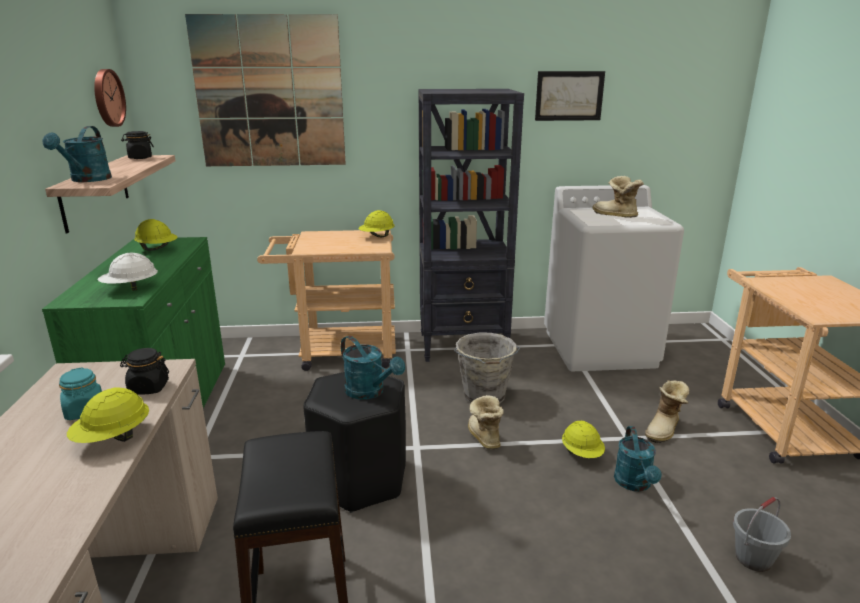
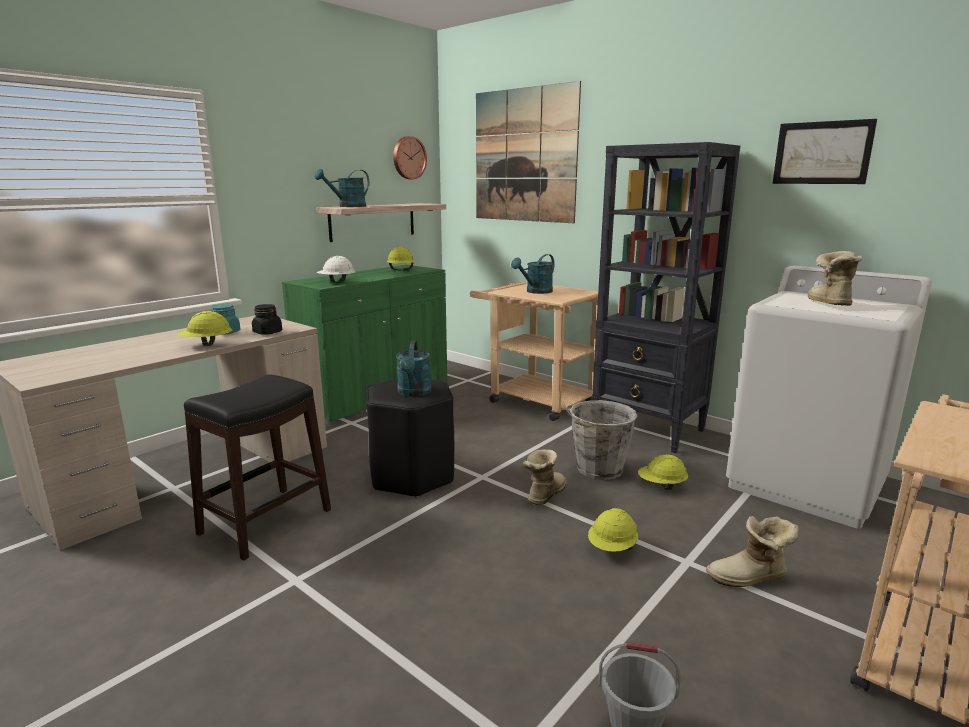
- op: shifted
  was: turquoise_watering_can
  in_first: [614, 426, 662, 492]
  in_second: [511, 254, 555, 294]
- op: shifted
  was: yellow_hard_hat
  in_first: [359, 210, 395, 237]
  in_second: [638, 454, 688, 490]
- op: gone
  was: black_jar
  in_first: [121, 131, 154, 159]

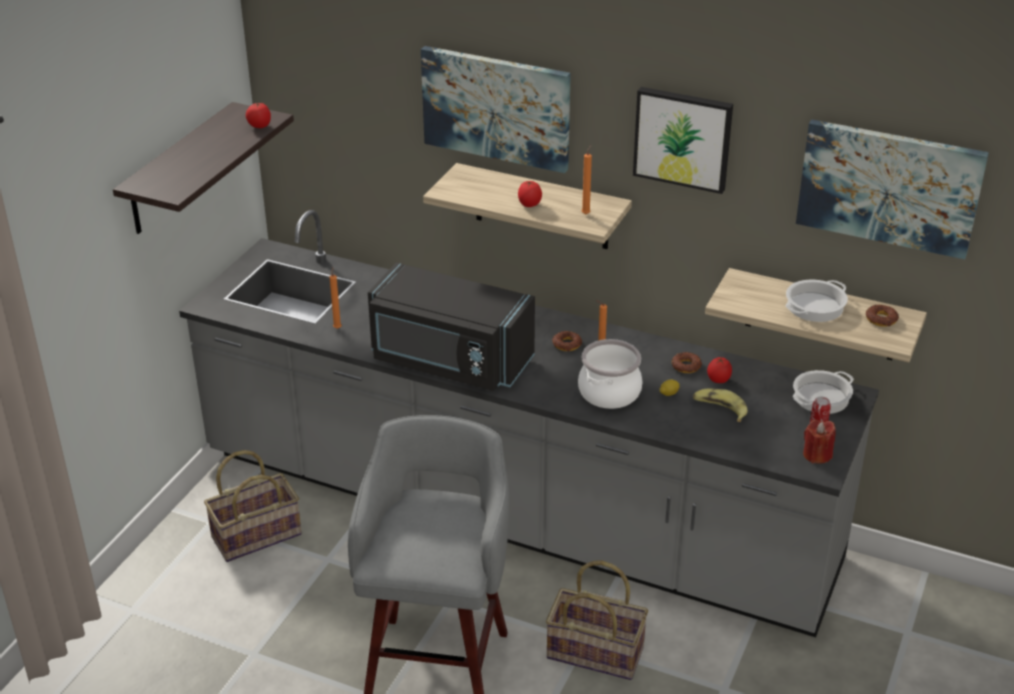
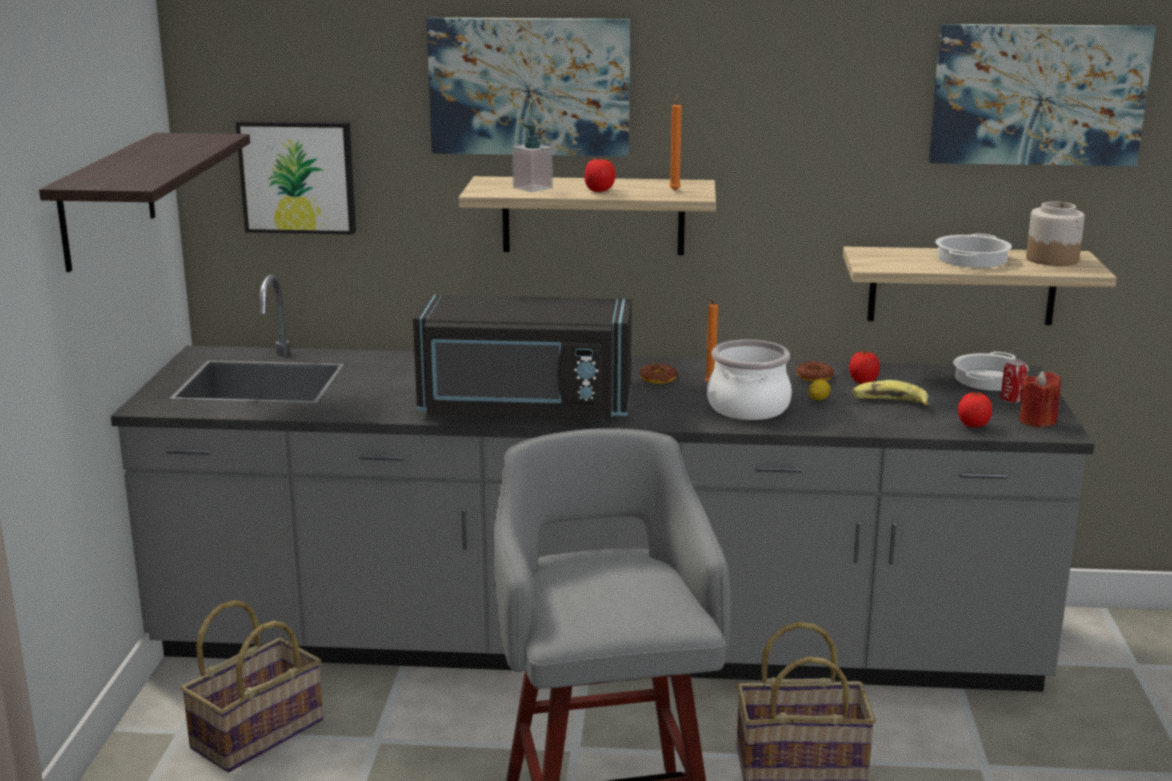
- op: shifted
  was: picture
  in_first: [633, 87, 733, 194]
  in_second: [236, 120, 356, 234]
- op: new
  now: soap_dispenser
  in_second: [512, 123, 553, 192]
- op: shifted
  was: tomato
  in_first: [246, 103, 271, 128]
  in_second: [958, 392, 992, 427]
- op: swapped
  was: donut
  now: jar
  in_first: [866, 305, 899, 327]
  in_second: [1026, 201, 1085, 266]
- op: gone
  was: orange_candle
  in_first: [330, 267, 342, 329]

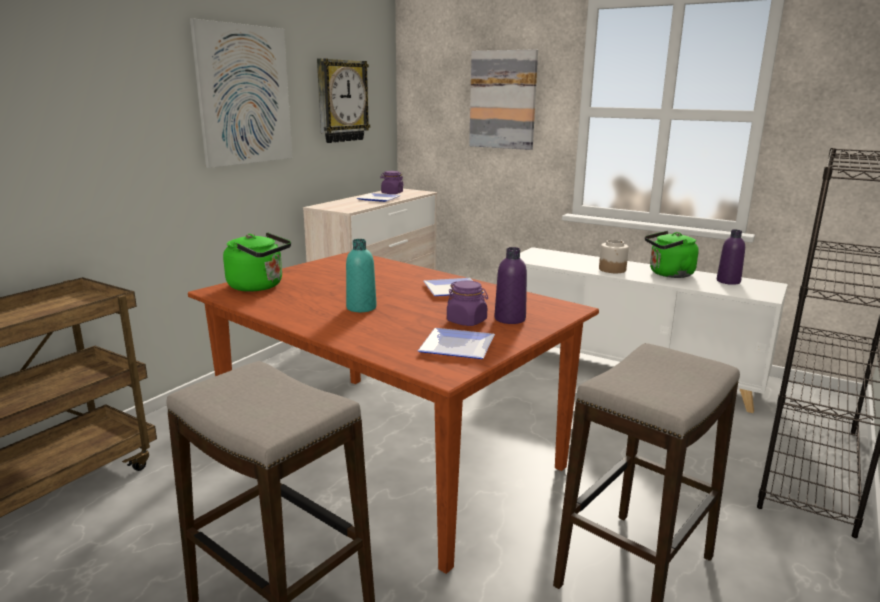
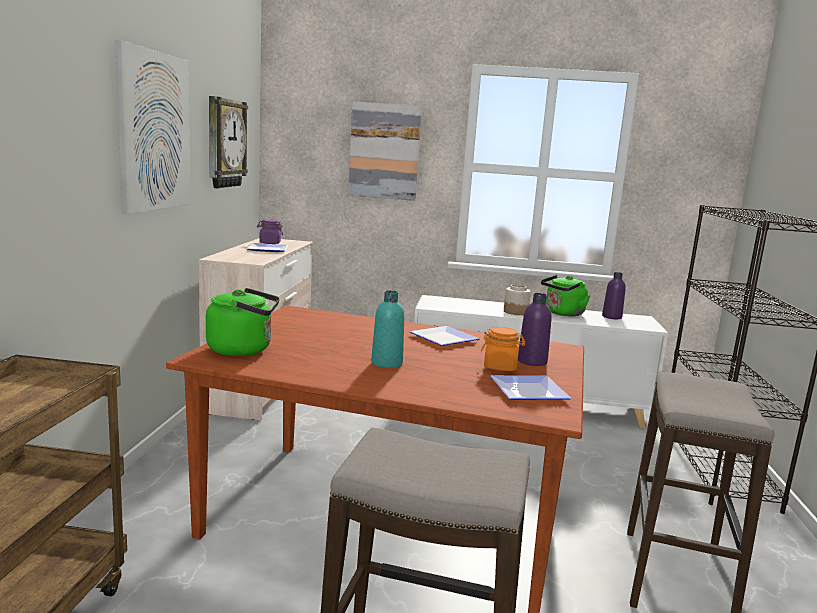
- op: repainted
  was: purple_jar
  now: orange_jar
  in_first: [447, 281, 488, 326]
  in_second: [481, 327, 525, 371]

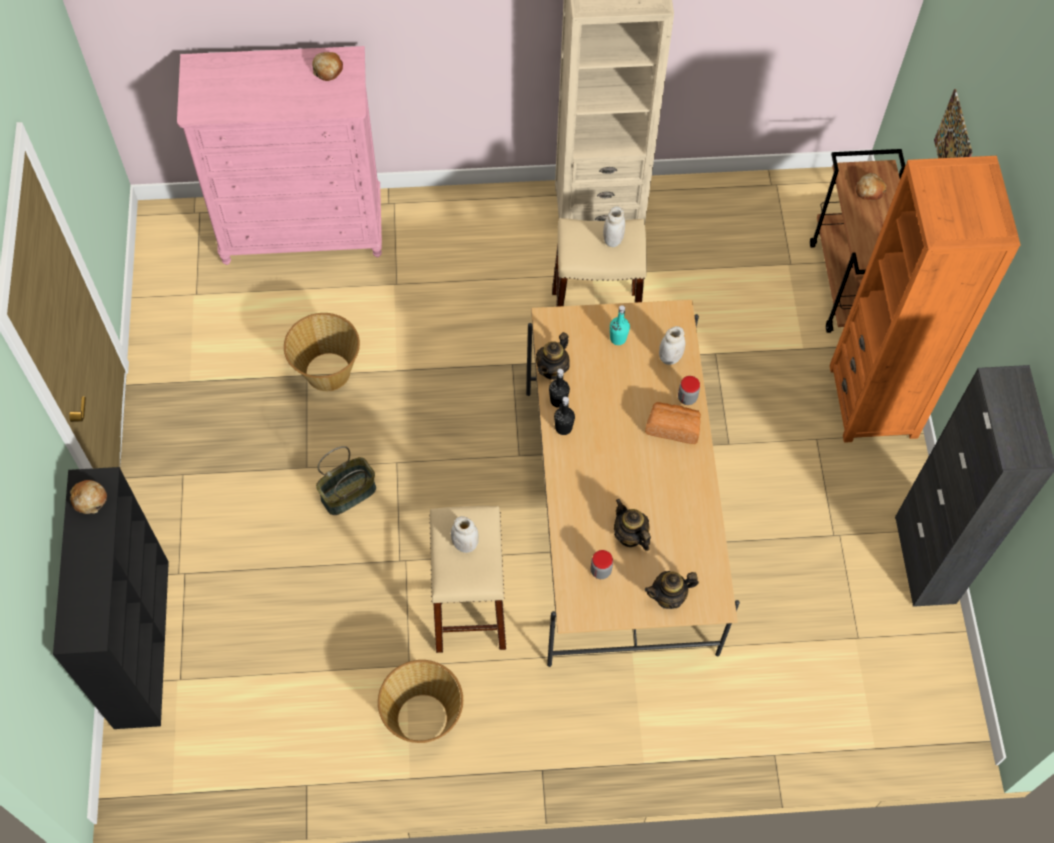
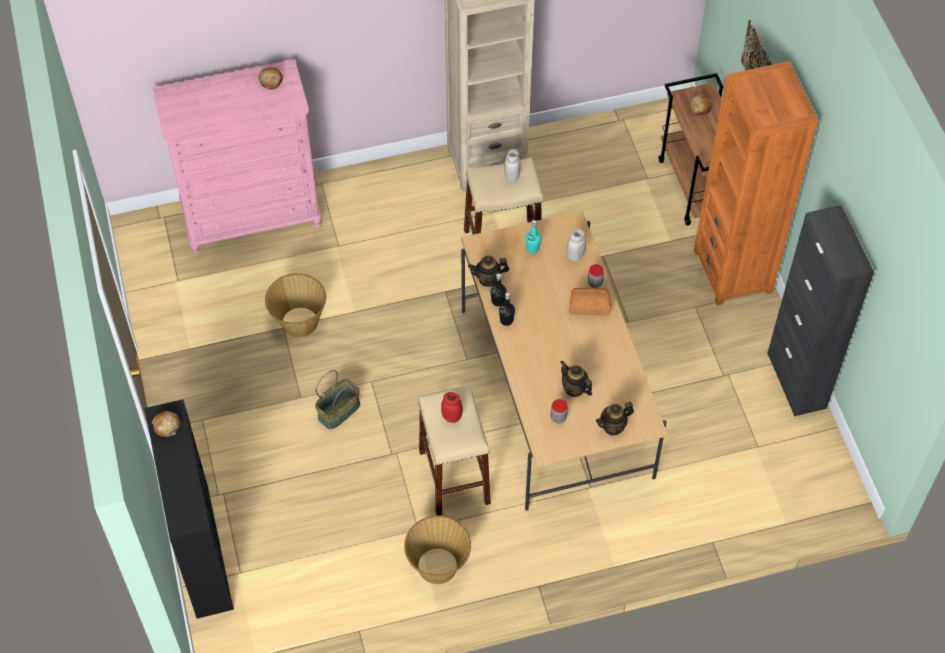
- op: repainted
  was: white_jar
  now: red_jar
  in_first: [451, 516, 479, 553]
  in_second: [441, 392, 462, 423]
- op: rotated
  was: teapot
  in_first: [536, 332, 570, 380]
  in_second: [468, 256, 509, 287]
  clockwise: 60

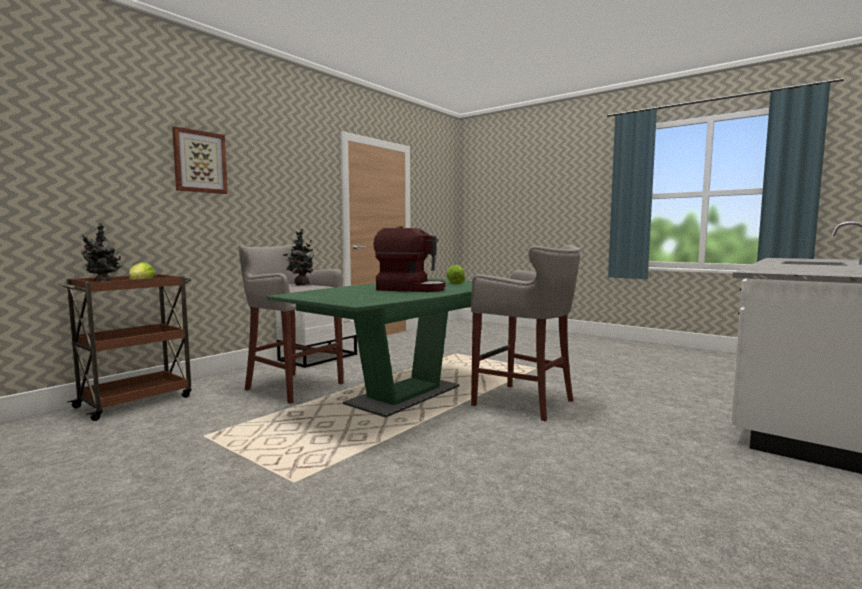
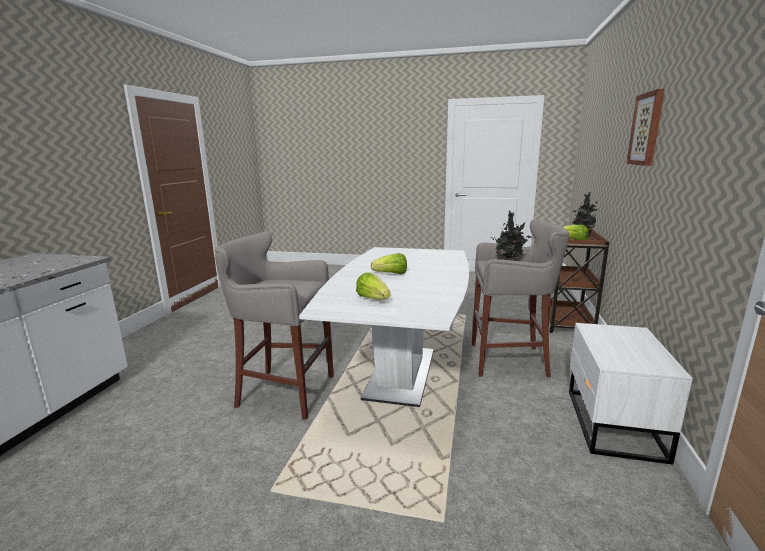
- op: repainted
  was: green_dining_table
  now: white_dining_table
  in_first: [267, 278, 472, 418]
  in_second: [299, 247, 469, 407]
- op: swapped
  was: coffee_machine
  now: lettuce
  in_first: [373, 227, 445, 292]
  in_second: [371, 253, 407, 274]

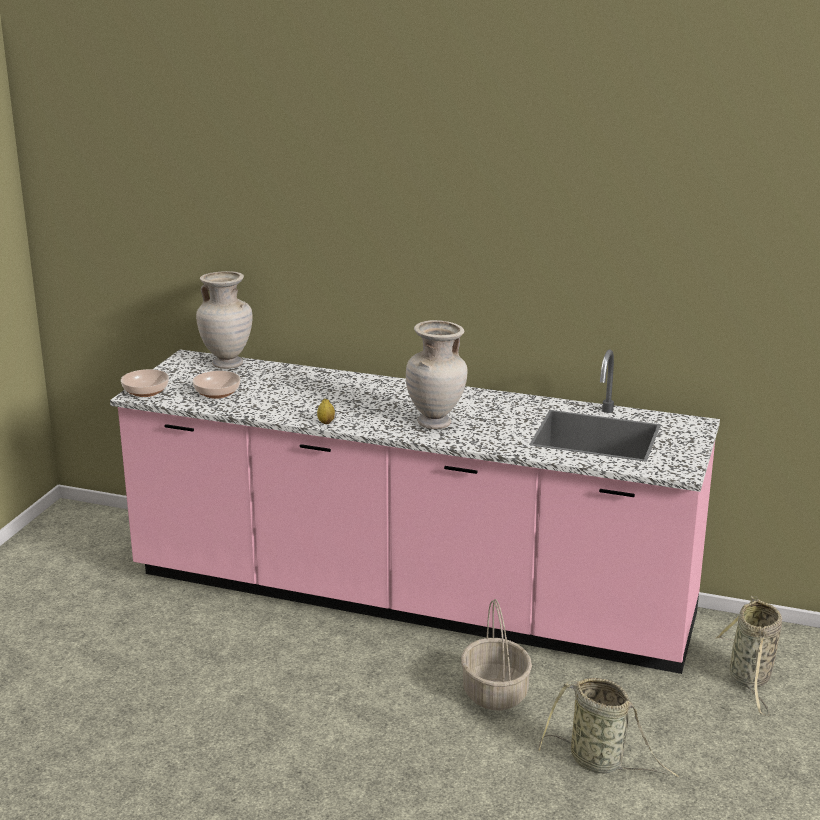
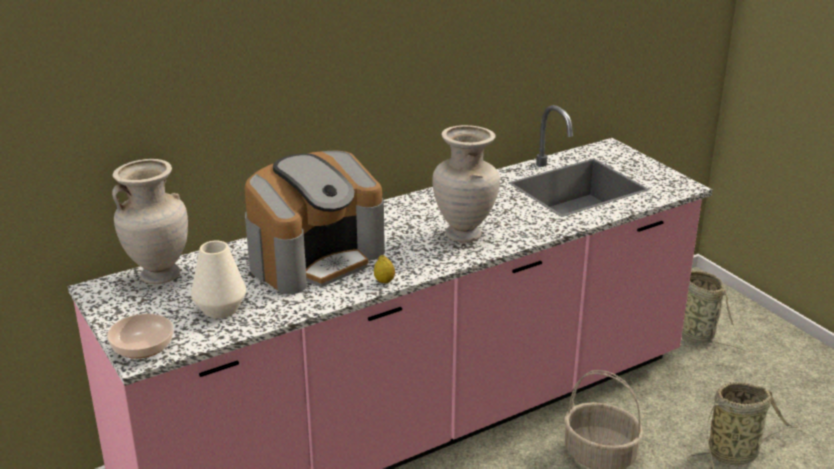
- op: swapped
  was: bowl
  now: white_vase
  in_first: [193, 371, 240, 399]
  in_second: [191, 241, 246, 318]
- op: new
  now: coffee_machine
  in_second: [244, 151, 385, 294]

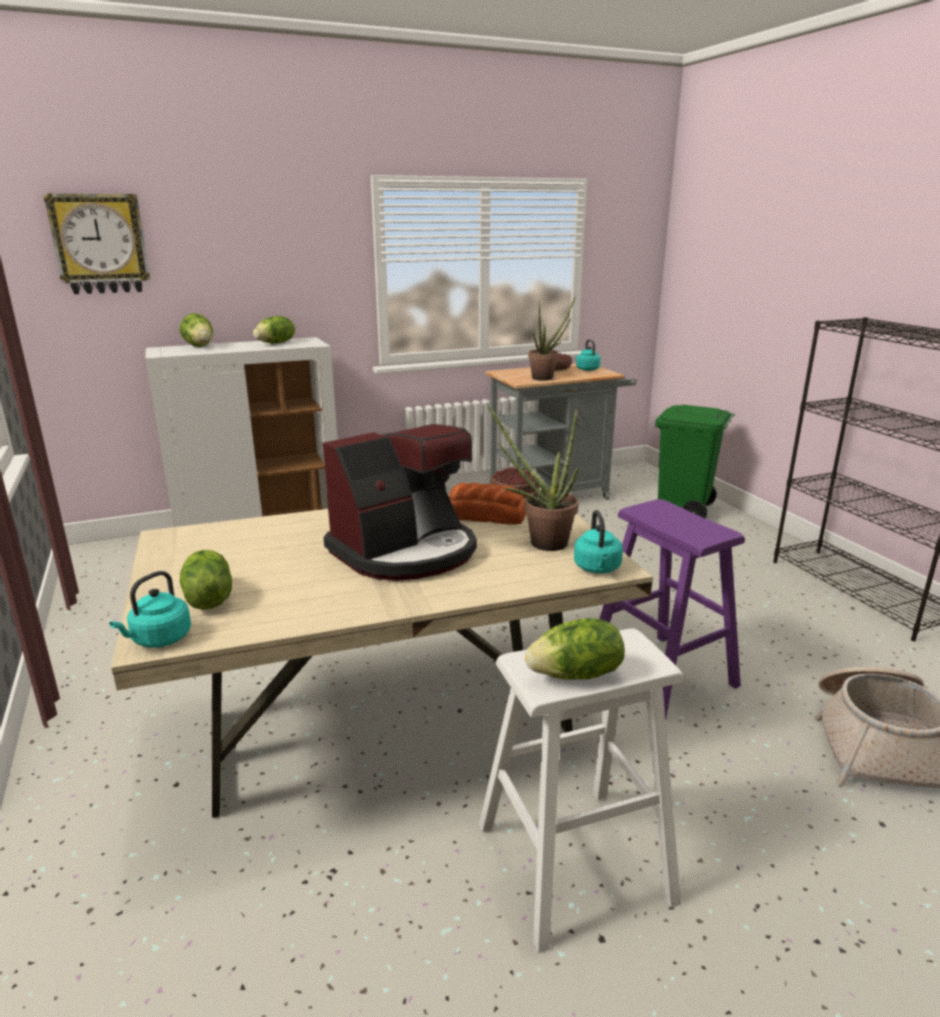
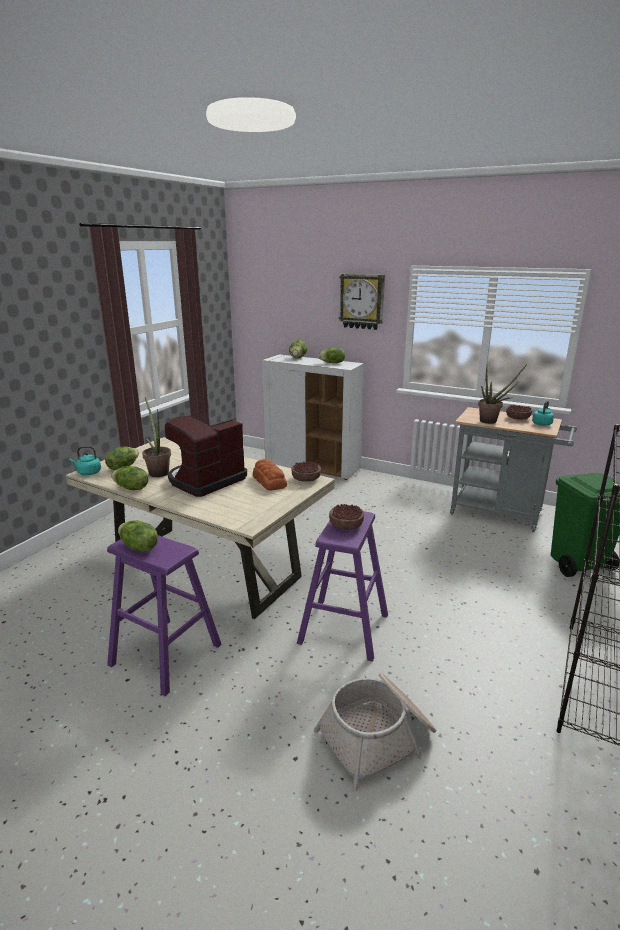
- op: repainted
  was: white_stool
  now: purple_stool
  in_first: [479, 628, 683, 953]
  in_second: [107, 535, 222, 696]
- op: new
  now: lettuce
  in_second: [111, 466, 148, 490]
- op: shifted
  was: potted_plant
  in_first: [487, 405, 579, 551]
  in_second: [142, 397, 171, 477]
- op: rotated
  was: coffee_machine
  in_first: [323, 424, 477, 581]
  in_second: [165, 416, 247, 497]
  clockwise: 120
- op: new
  now: bowl
  in_second: [329, 504, 364, 530]
- op: shifted
  was: wall_clock
  in_first: [44, 193, 150, 294]
  in_second: [339, 274, 385, 330]
- op: gone
  was: turquoise_kettle
  in_first: [574, 510, 623, 574]

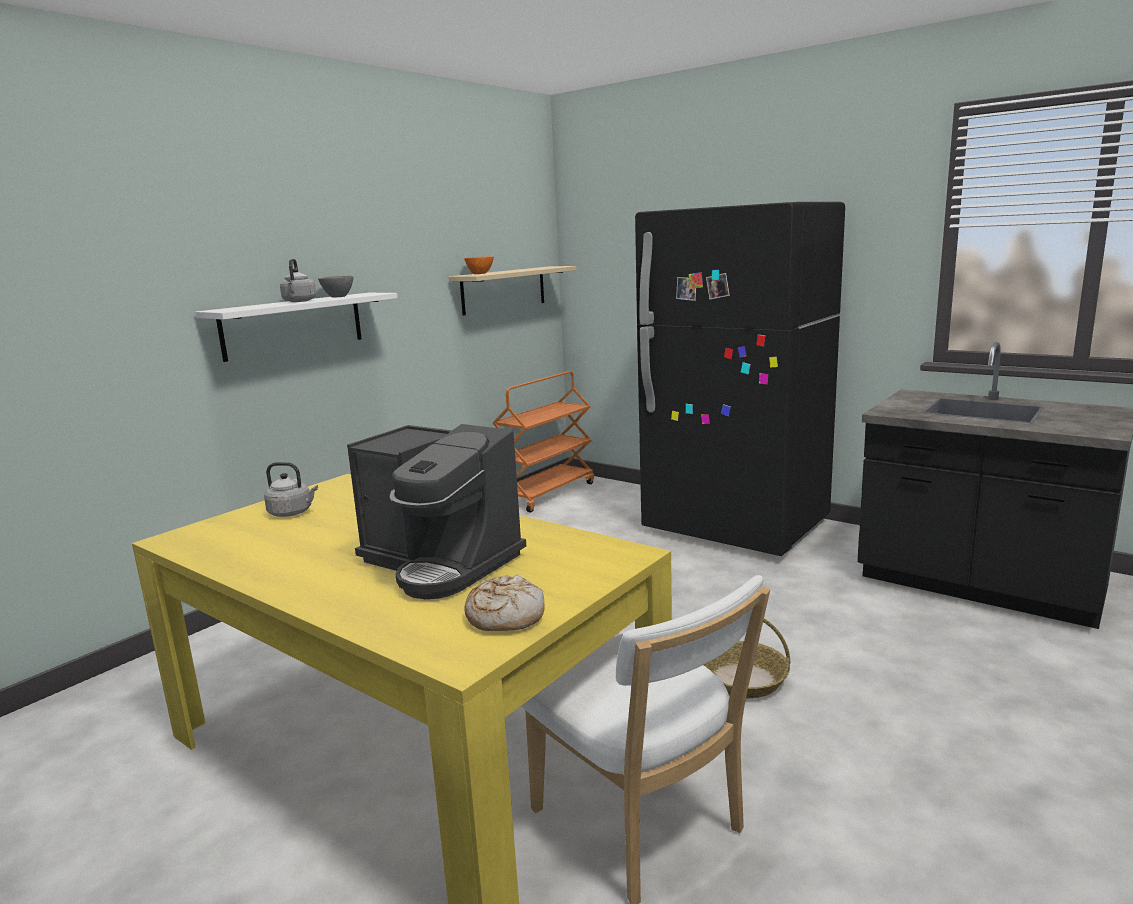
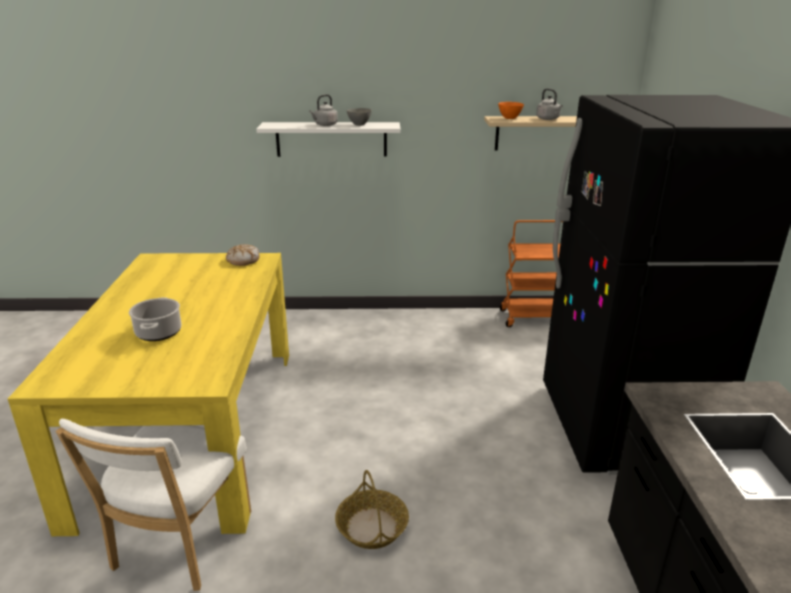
- op: swapped
  was: coffee_machine
  now: cooking_pot
  in_first: [347, 424, 526, 599]
  in_second: [129, 297, 181, 341]
- op: shifted
  was: bread
  in_first: [464, 574, 545, 631]
  in_second: [226, 244, 260, 266]
- op: shifted
  was: grey_kettle
  in_first: [264, 462, 318, 517]
  in_second: [536, 88, 563, 120]

